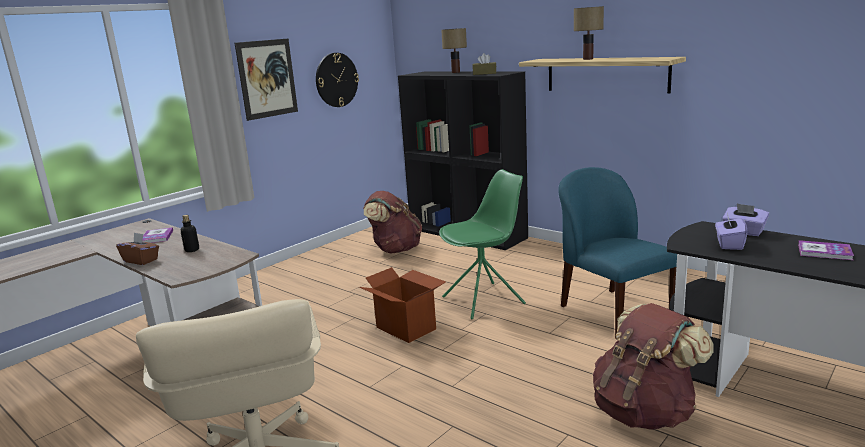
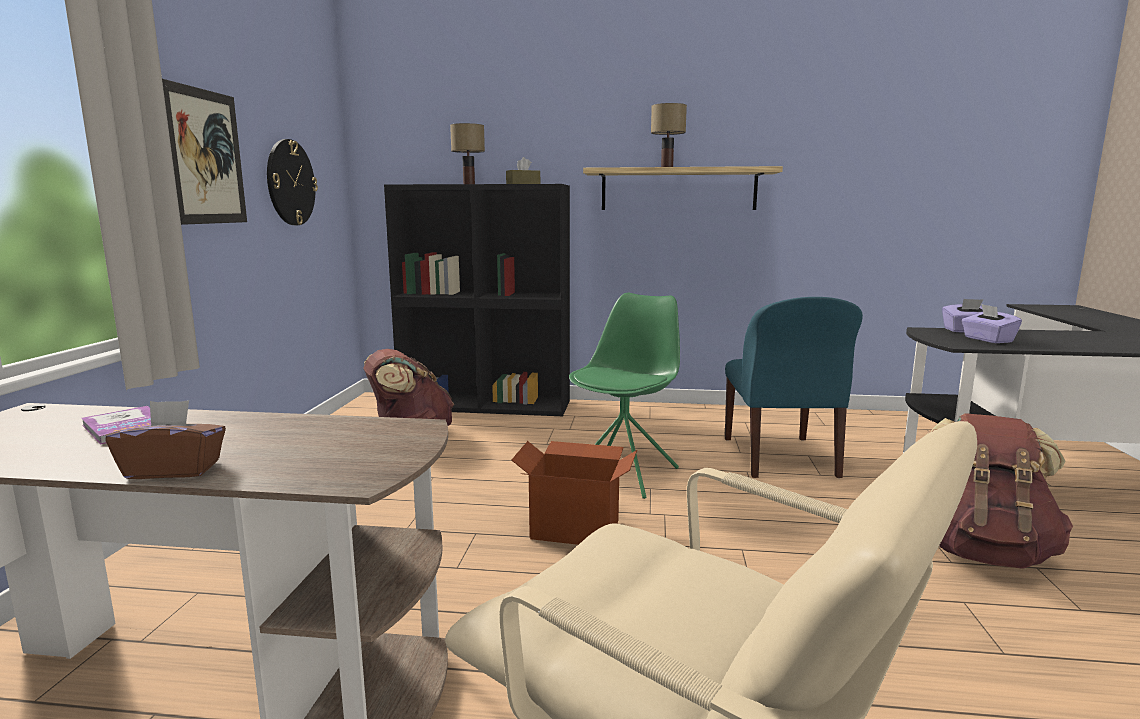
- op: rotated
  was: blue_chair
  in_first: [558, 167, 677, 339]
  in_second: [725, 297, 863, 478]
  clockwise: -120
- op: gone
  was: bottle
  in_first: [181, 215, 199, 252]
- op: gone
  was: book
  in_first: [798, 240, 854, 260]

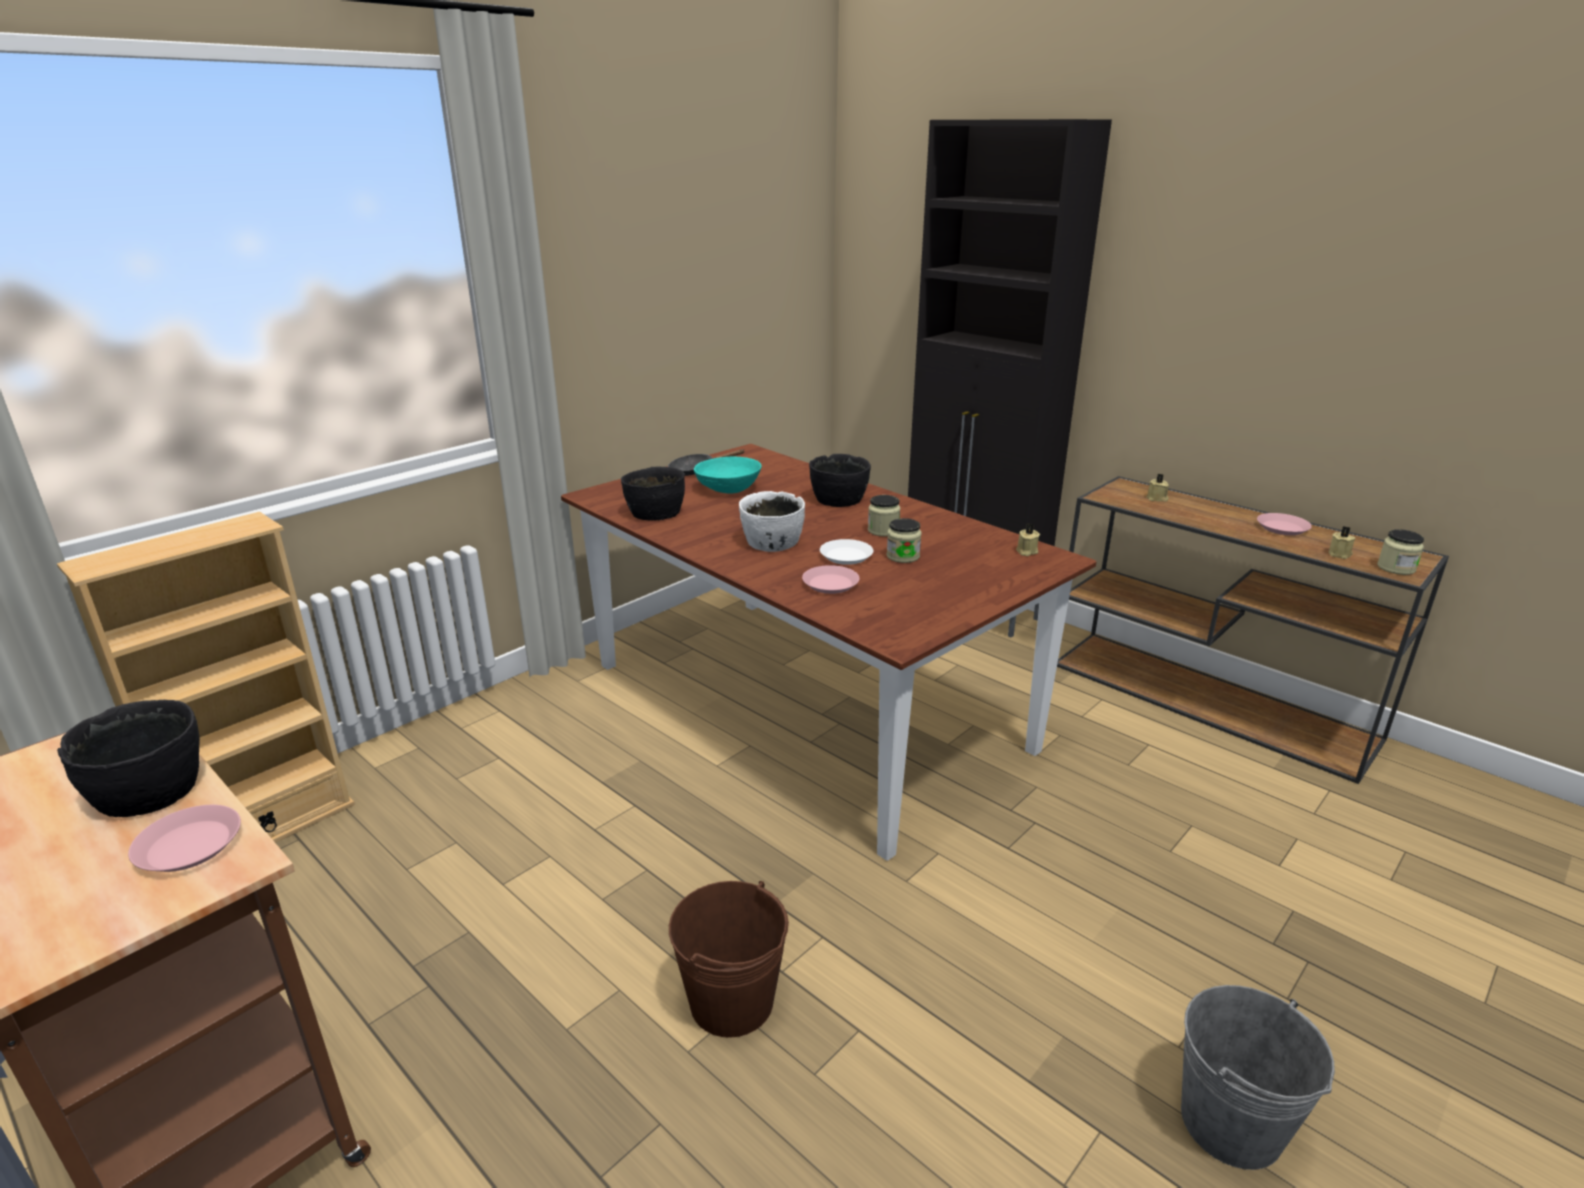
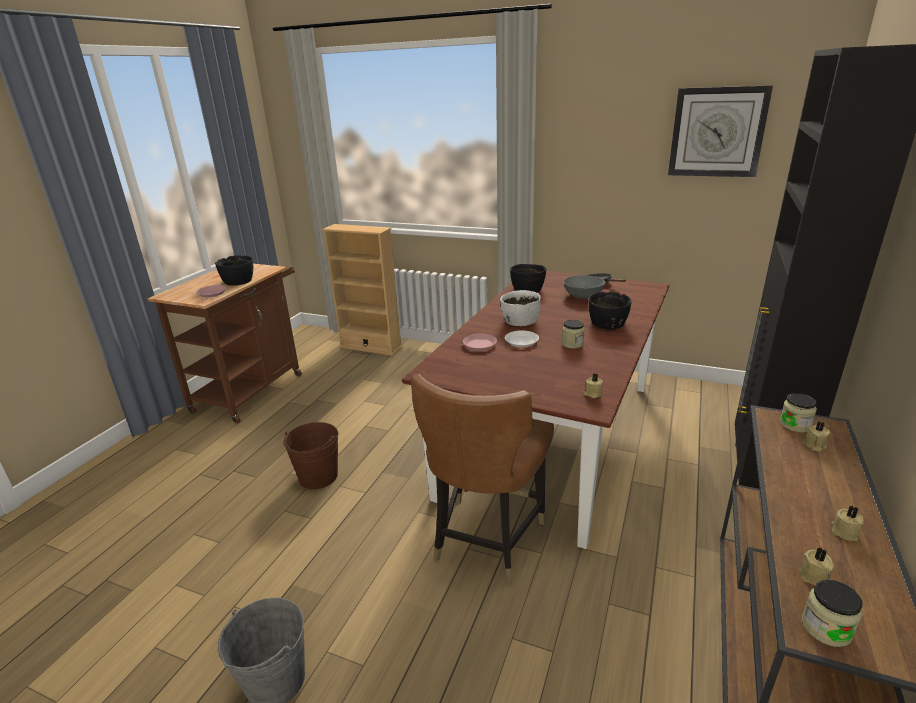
- op: new
  now: brown_chair
  in_second: [411, 374, 554, 583]
- op: repainted
  was: turquoise_bowl
  now: grey_bowl
  in_first: [694, 457, 762, 493]
  in_second: [563, 275, 605, 298]
- op: new
  now: wall_clock
  in_second: [668, 85, 773, 177]
- op: shifted
  was: jar
  in_first: [887, 518, 921, 563]
  in_second: [779, 393, 817, 432]
- op: swapped
  was: pink_plate
  now: beige_candle
  in_first: [1257, 513, 1312, 535]
  in_second: [831, 505, 864, 541]

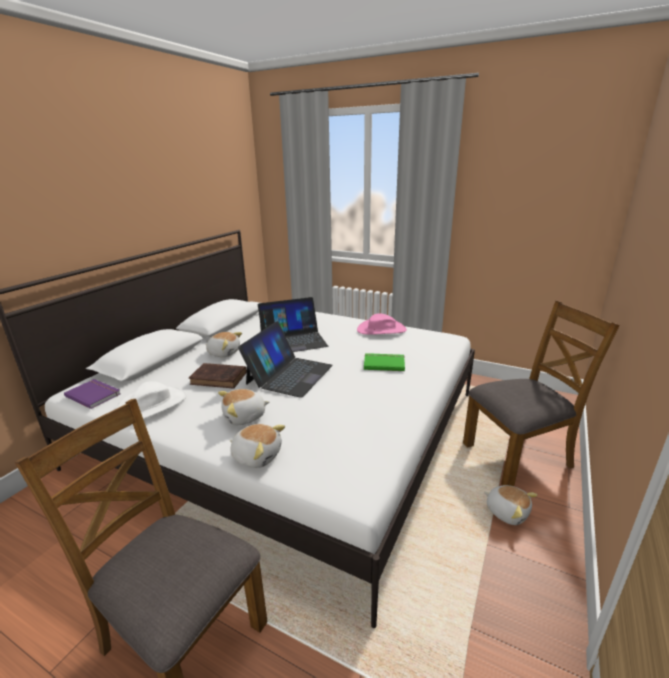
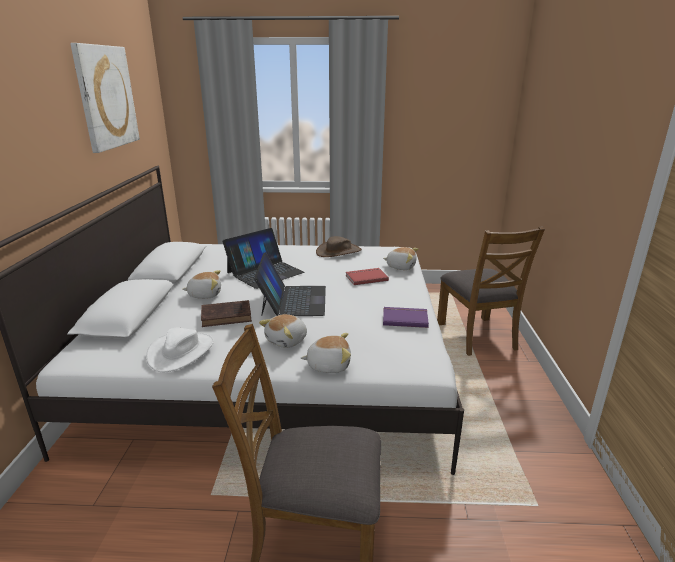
- op: new
  now: picture
  in_second: [70, 43, 140, 153]
- op: repainted
  was: pink_hat
  now: brown_hat
  in_first: [357, 313, 407, 335]
  in_second: [316, 236, 362, 257]
- op: repainted
  was: green_book
  now: red_book
  in_first: [364, 353, 405, 371]
  in_second: [346, 268, 389, 285]
- op: shifted
  was: plush_toy
  in_first: [484, 485, 537, 525]
  in_second: [383, 247, 418, 270]
- op: shifted
  was: purple_book
  in_first: [64, 379, 121, 409]
  in_second: [383, 307, 429, 328]
- op: rotated
  was: brown_chair
  in_first: [463, 301, 620, 486]
  in_second: [437, 227, 545, 356]
  clockwise: 120

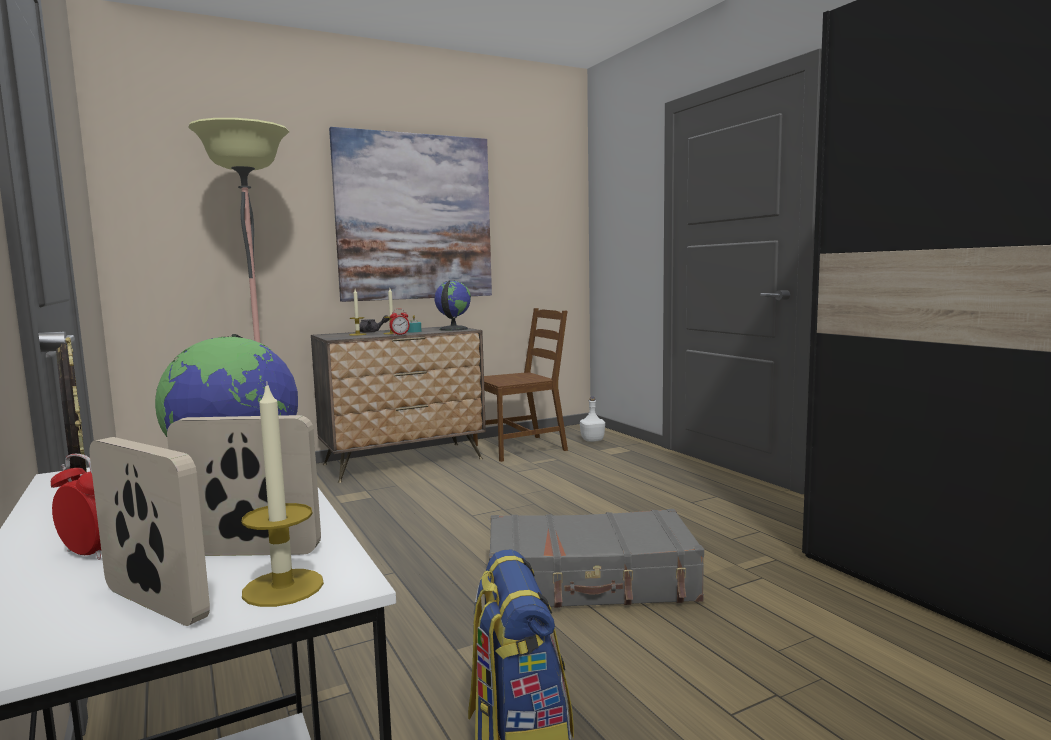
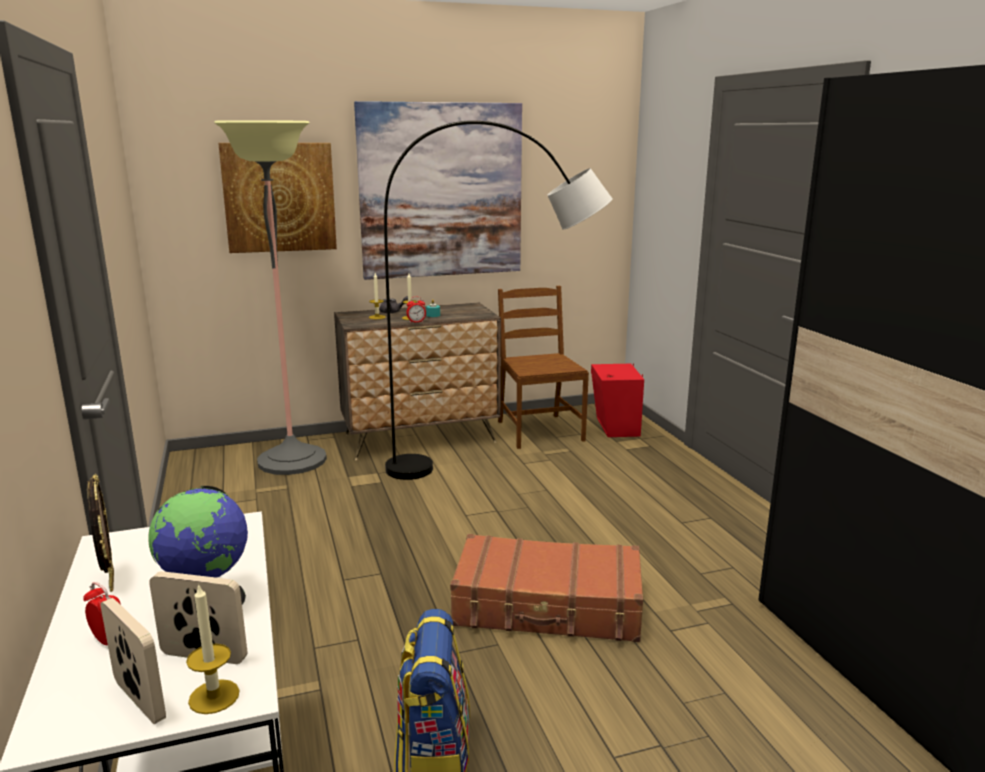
- op: new
  now: picture
  in_second: [218, 143, 337, 253]
- op: new
  now: grey_floor_lamp
  in_second: [384, 121, 613, 480]
- op: repainted
  was: grey_suitcase
  now: brown_suitcase
  in_first: [489, 509, 704, 608]
  in_second: [450, 534, 643, 642]
- op: rotated
  was: brown_chair
  in_first: [473, 308, 568, 462]
  in_second: [498, 286, 589, 449]
  clockwise: -90
- op: swapped
  was: white_bottle
  now: red_speaker
  in_first: [580, 397, 605, 442]
  in_second: [591, 363, 644, 437]
- op: gone
  was: globe
  in_first: [435, 280, 471, 331]

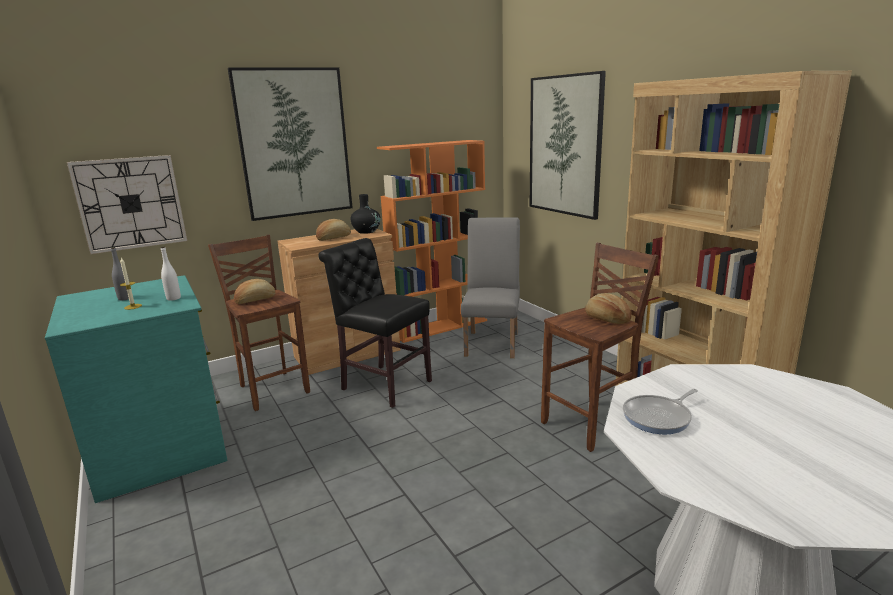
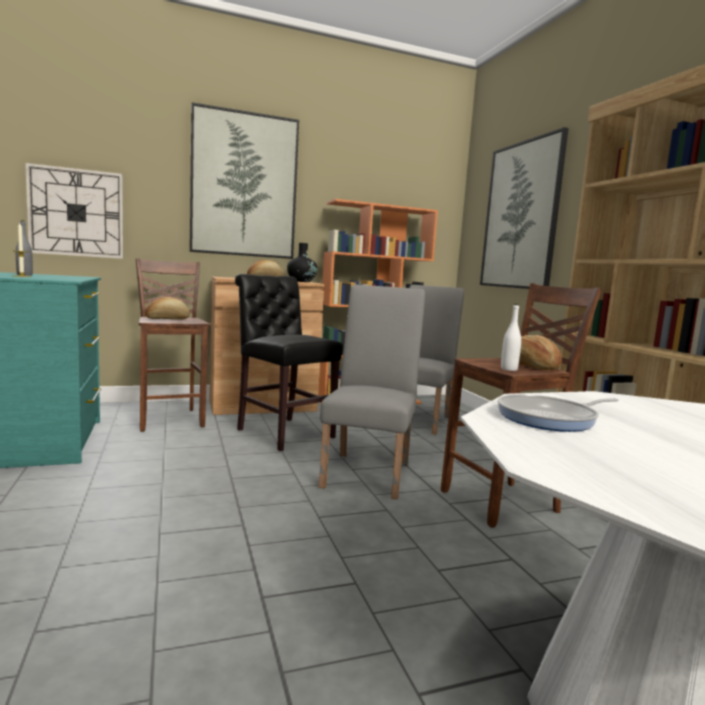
- op: new
  now: grey_chair
  in_second: [319, 285, 425, 499]
- op: shifted
  was: white_bottle
  in_first: [161, 246, 181, 301]
  in_second: [501, 304, 521, 371]

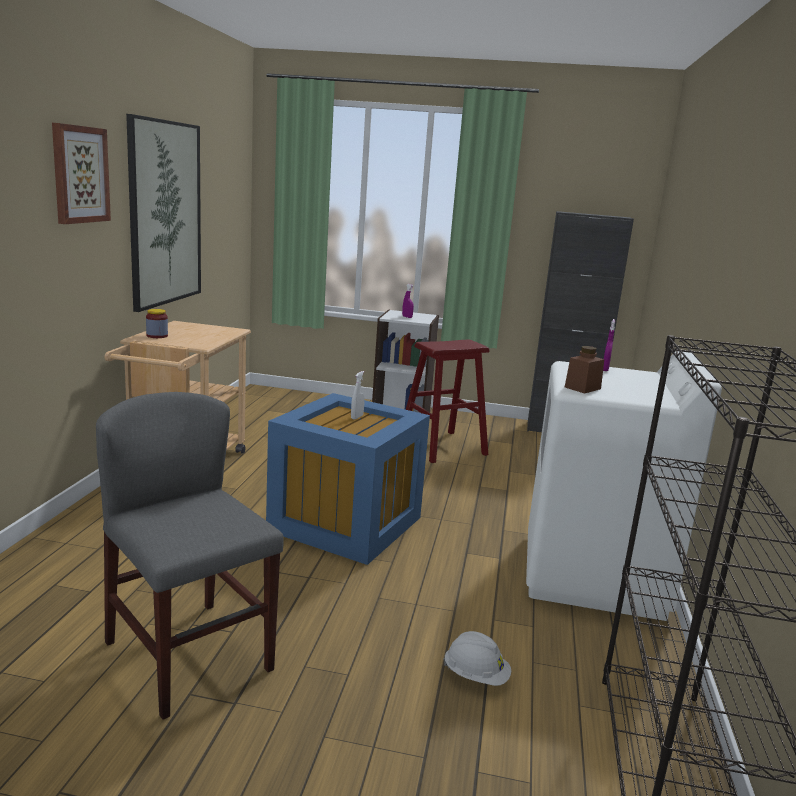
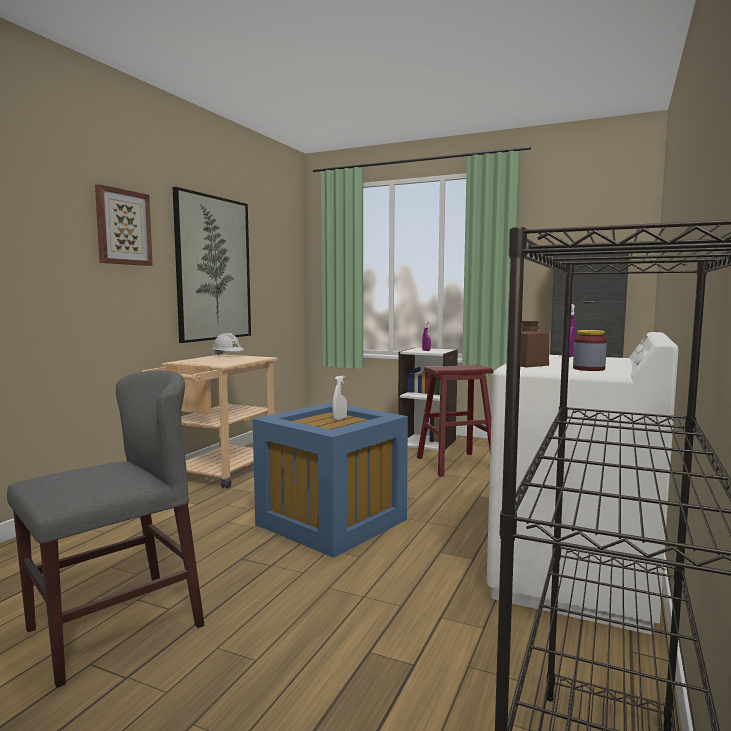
- op: rotated
  was: grey_chair
  in_first: [96, 392, 284, 720]
  in_second: [7, 370, 204, 688]
  clockwise: 75
- op: shifted
  was: white_hard_hat
  in_first: [443, 631, 511, 686]
  in_second: [212, 333, 244, 355]
- op: shifted
  was: jar
  in_first: [146, 309, 168, 338]
  in_second: [573, 330, 607, 371]

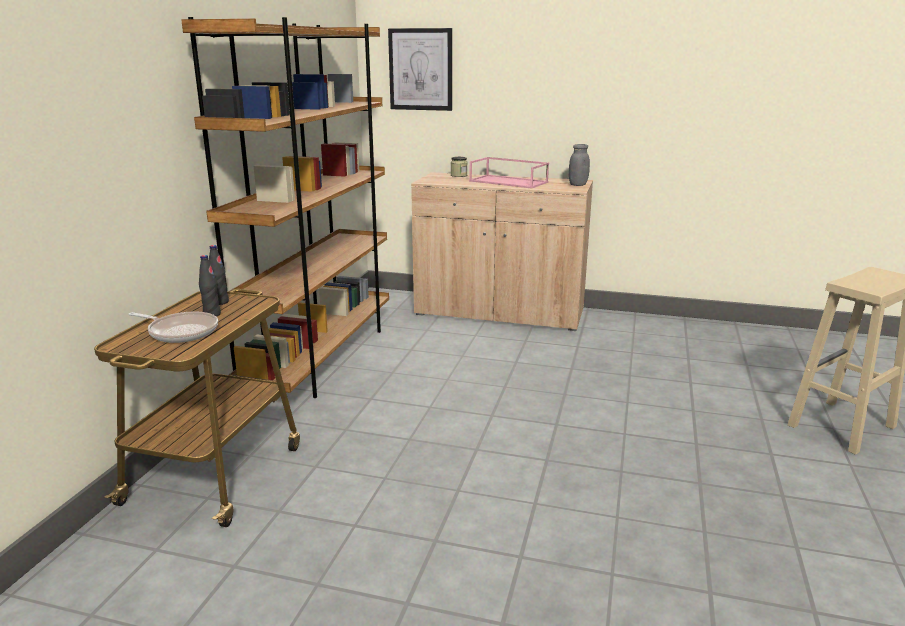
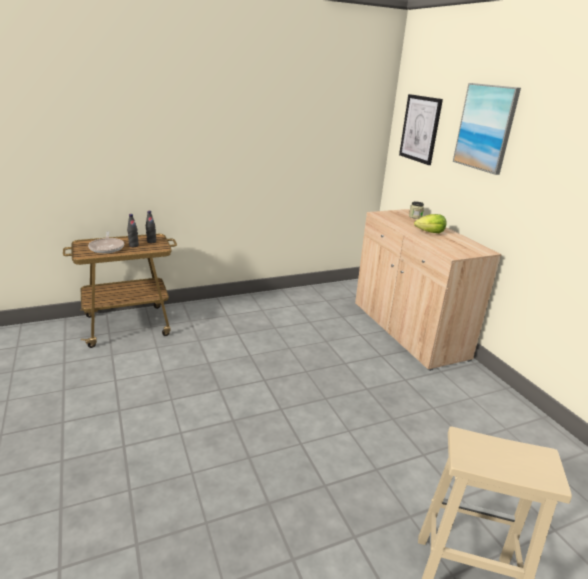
- op: swapped
  was: pink_tray
  now: lettuce
  in_first: [469, 157, 549, 189]
  in_second: [414, 214, 447, 233]
- op: new
  now: picture
  in_second: [453, 83, 521, 175]
- op: gone
  was: brown_bookcase
  in_first: [181, 17, 389, 398]
- op: gone
  was: grey_jar
  in_first: [569, 144, 590, 186]

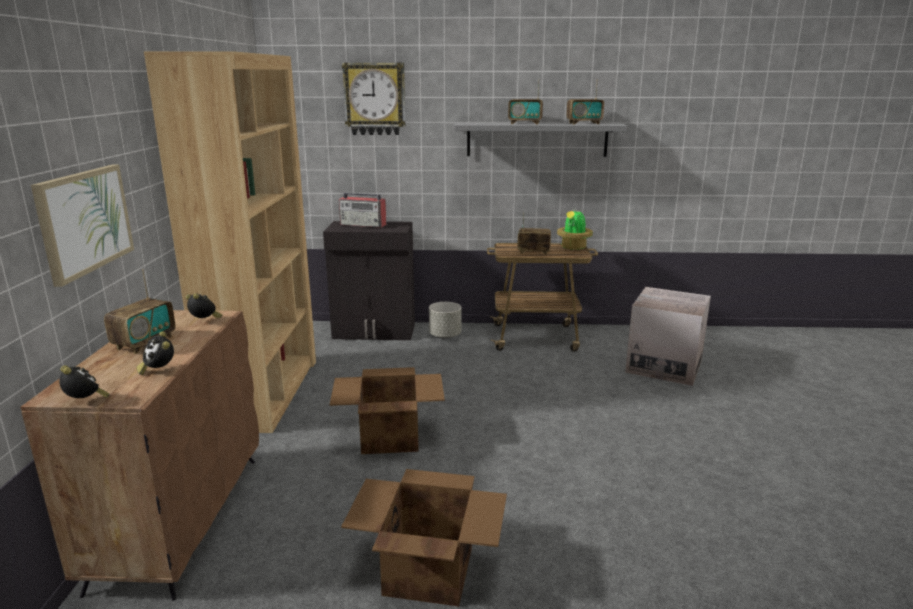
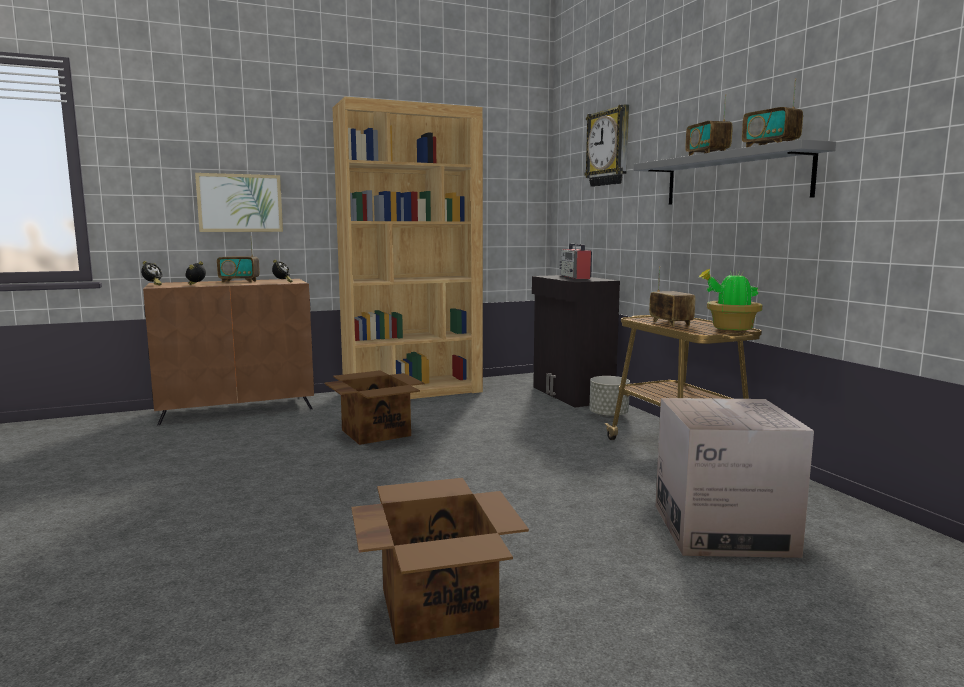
- op: shifted
  was: cardboard_box
  in_first: [341, 469, 507, 606]
  in_second: [351, 478, 529, 644]

